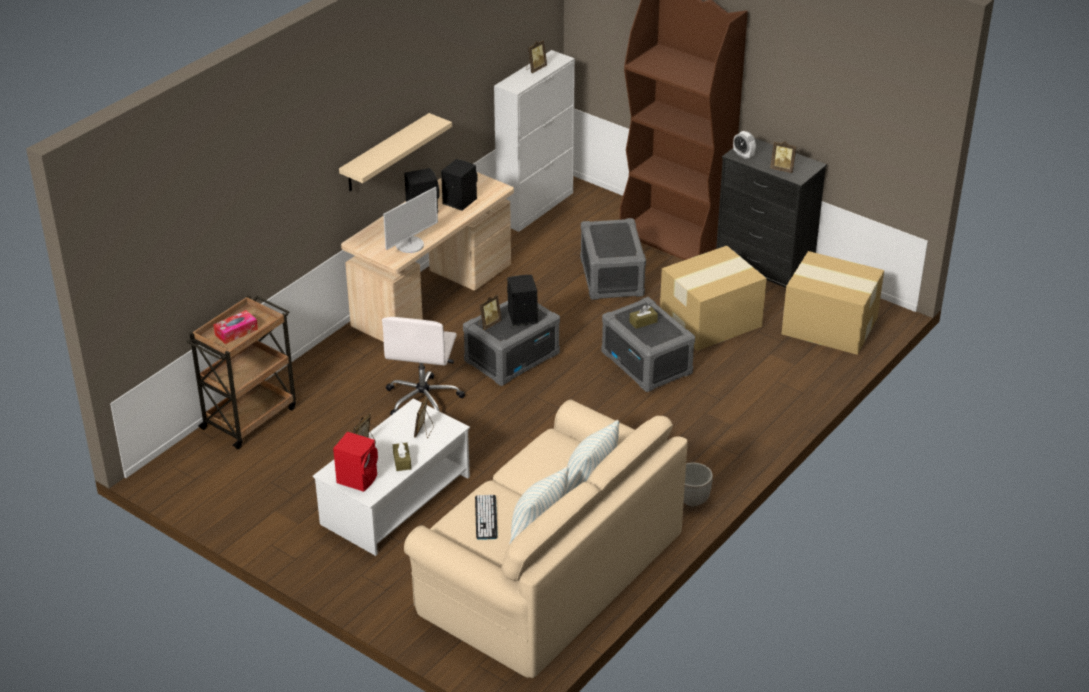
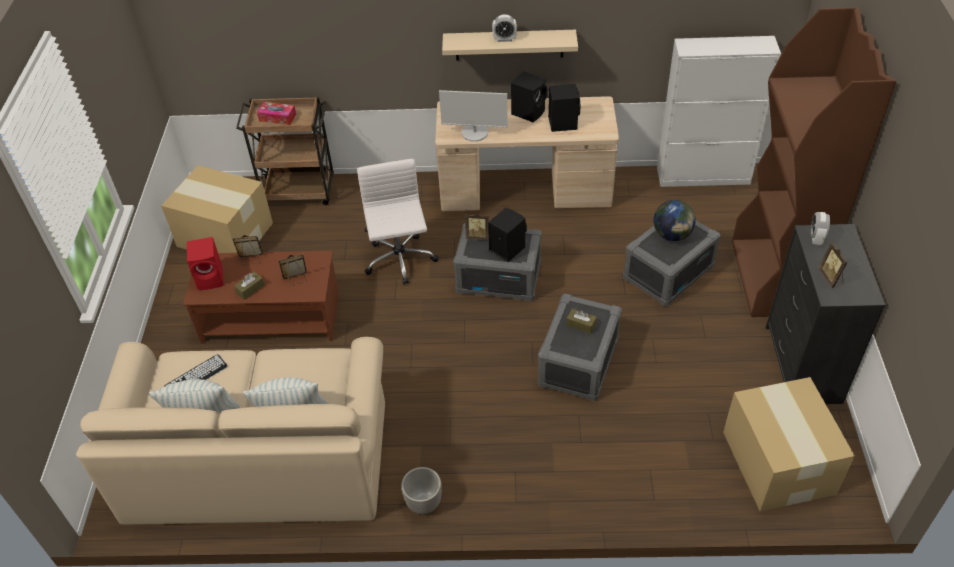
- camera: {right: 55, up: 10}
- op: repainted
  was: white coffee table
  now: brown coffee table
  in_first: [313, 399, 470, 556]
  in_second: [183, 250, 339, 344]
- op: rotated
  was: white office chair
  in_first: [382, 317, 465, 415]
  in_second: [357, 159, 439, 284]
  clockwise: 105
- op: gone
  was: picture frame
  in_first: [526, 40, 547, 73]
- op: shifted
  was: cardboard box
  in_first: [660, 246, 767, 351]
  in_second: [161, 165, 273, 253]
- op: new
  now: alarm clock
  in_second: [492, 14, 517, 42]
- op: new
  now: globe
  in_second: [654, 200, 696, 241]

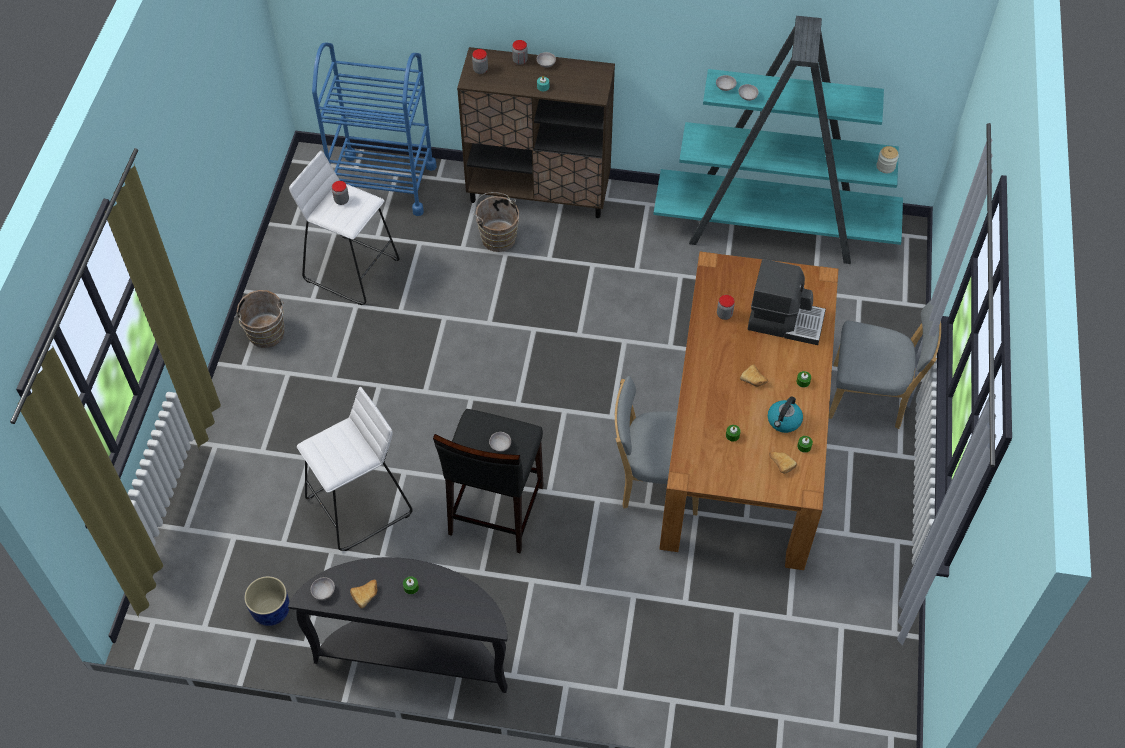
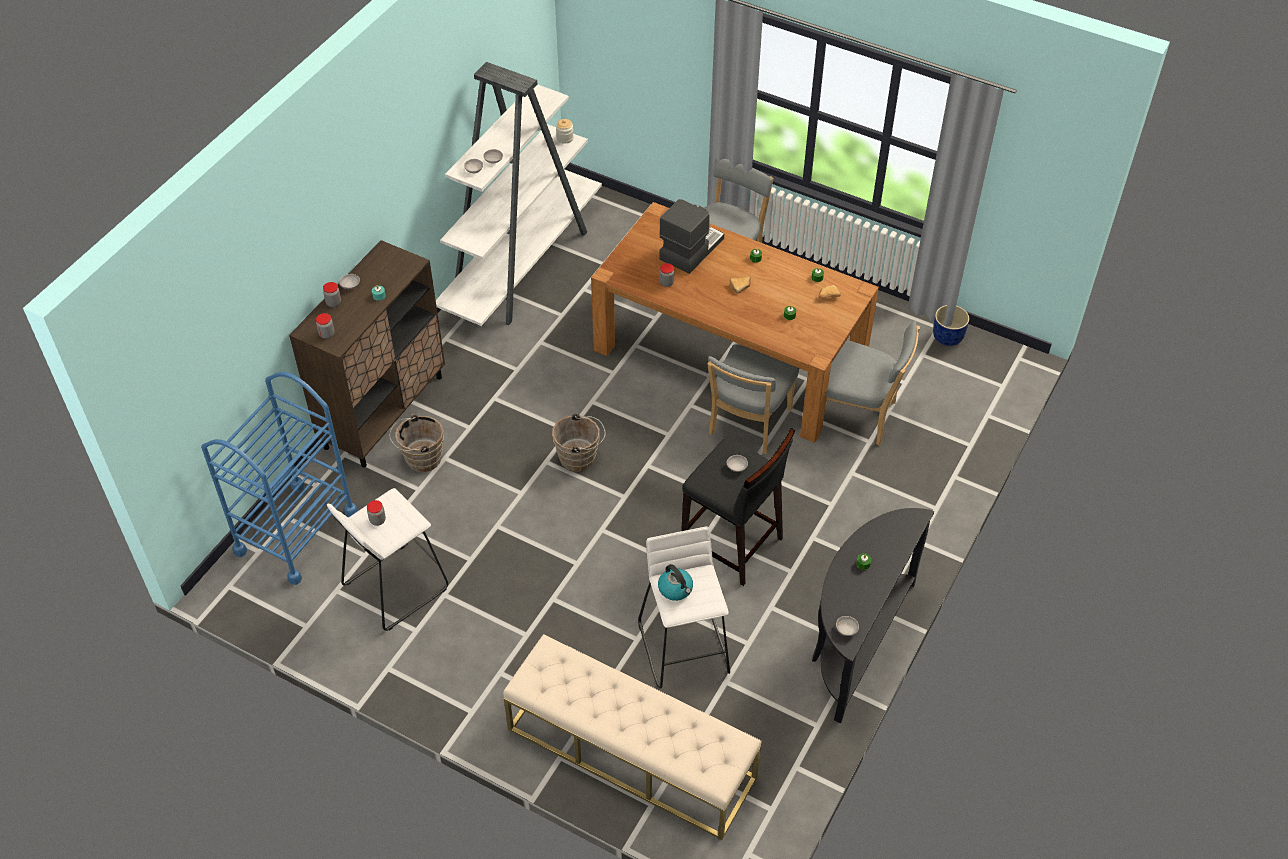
- camera: {right: -70, up: -5}
- op: shifted
  was: brown bucket
  in_first: [234, 290, 284, 348]
  in_second: [552, 413, 606, 472]
- op: shifted
  was: blue planter
  in_first: [244, 576, 289, 626]
  in_second: [933, 305, 969, 346]
- op: gone
  was: bread
  in_first: [350, 580, 377, 608]
- op: repainted
  was: turquoise bookcase
  now: white bookcase
  in_first: [653, 16, 903, 264]
  in_second: [436, 62, 602, 326]
- op: shifted
  was: kettle
  in_first: [768, 396, 803, 433]
  in_second: [658, 564, 693, 601]
- op: new
  now: beige bench
  in_second: [503, 634, 761, 840]
- op: new
  now: grey chair
  in_second: [825, 321, 920, 446]

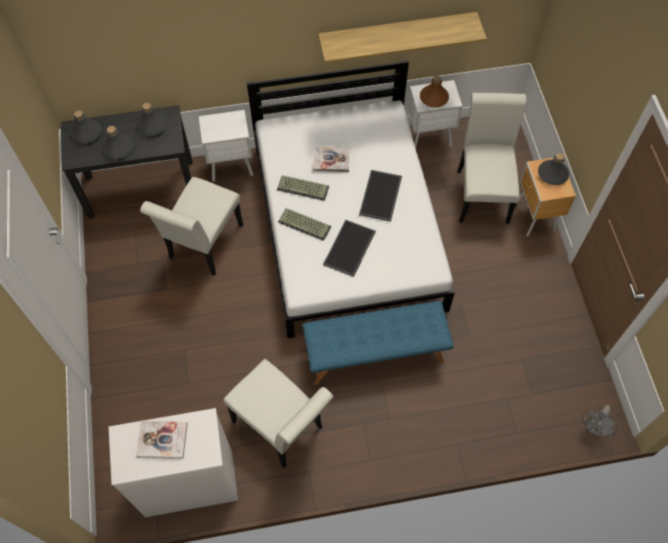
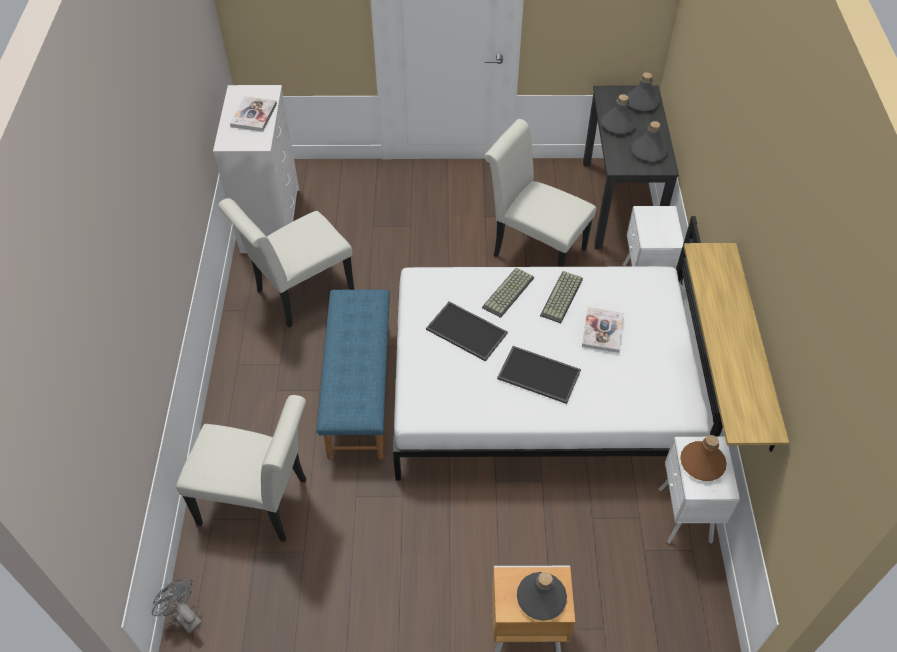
- camera: {right: 100, up: -10}
- op: shifted
  was: white chair
  in_first: [457, 93, 526, 224]
  in_second: [176, 395, 306, 542]

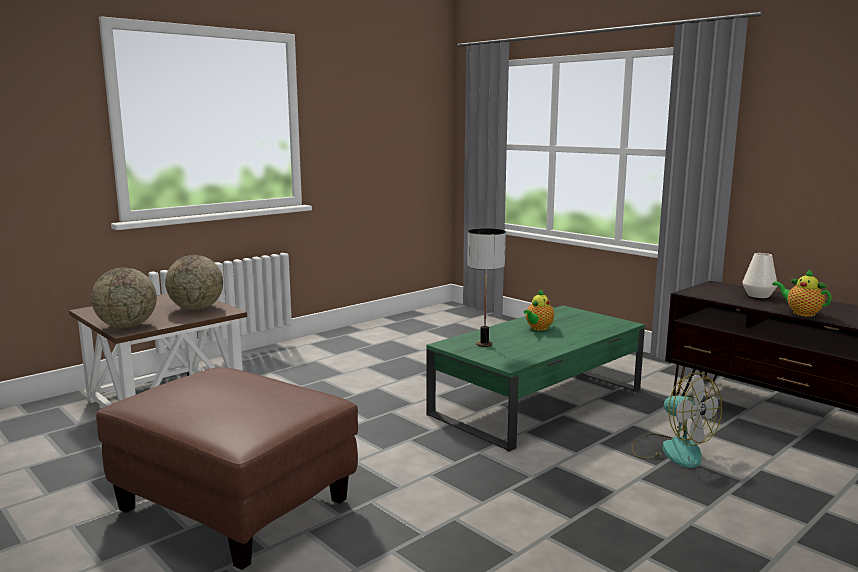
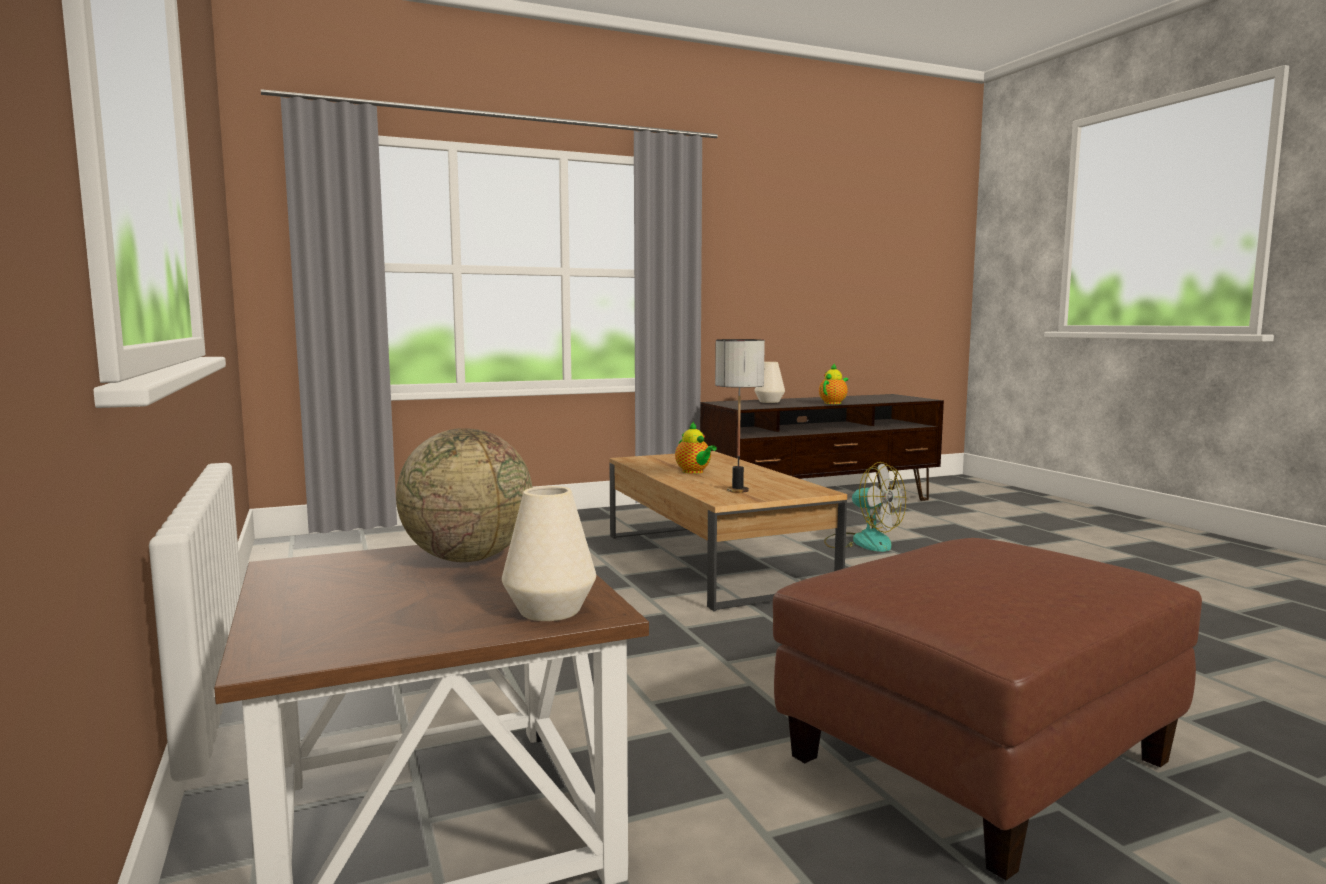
- camera: {right: -70, up: -5}
- op: swapped
  was: globe
  now: white vase
  in_first: [91, 268, 157, 328]
  in_second: [502, 486, 596, 621]
- op: repainted
  was: green coffee table
  now: brown coffee table
  in_first: [426, 305, 645, 452]
  in_second: [609, 451, 847, 611]
- op: rotated
  was: fan
  in_first: [631, 372, 722, 468]
  in_second: [824, 462, 906, 552]
  clockwise: 60
- op: rotated
  was: teapot
  in_first: [772, 269, 832, 317]
  in_second: [819, 363, 849, 404]
  clockwise: 150

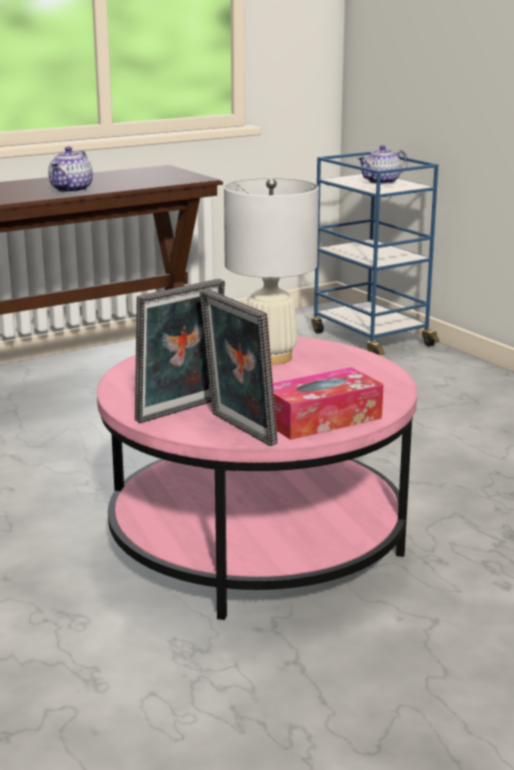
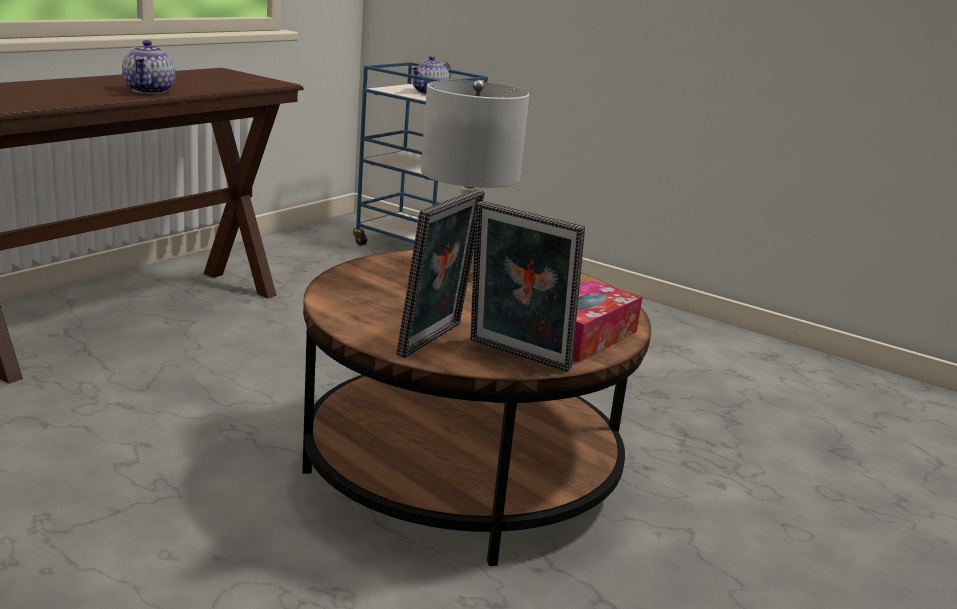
- camera: {right: -25, up: 0}
- op: repainted
  was: pink coffee table
  now: brown coffee table
  in_first: [97, 336, 417, 620]
  in_second: [302, 250, 651, 566]

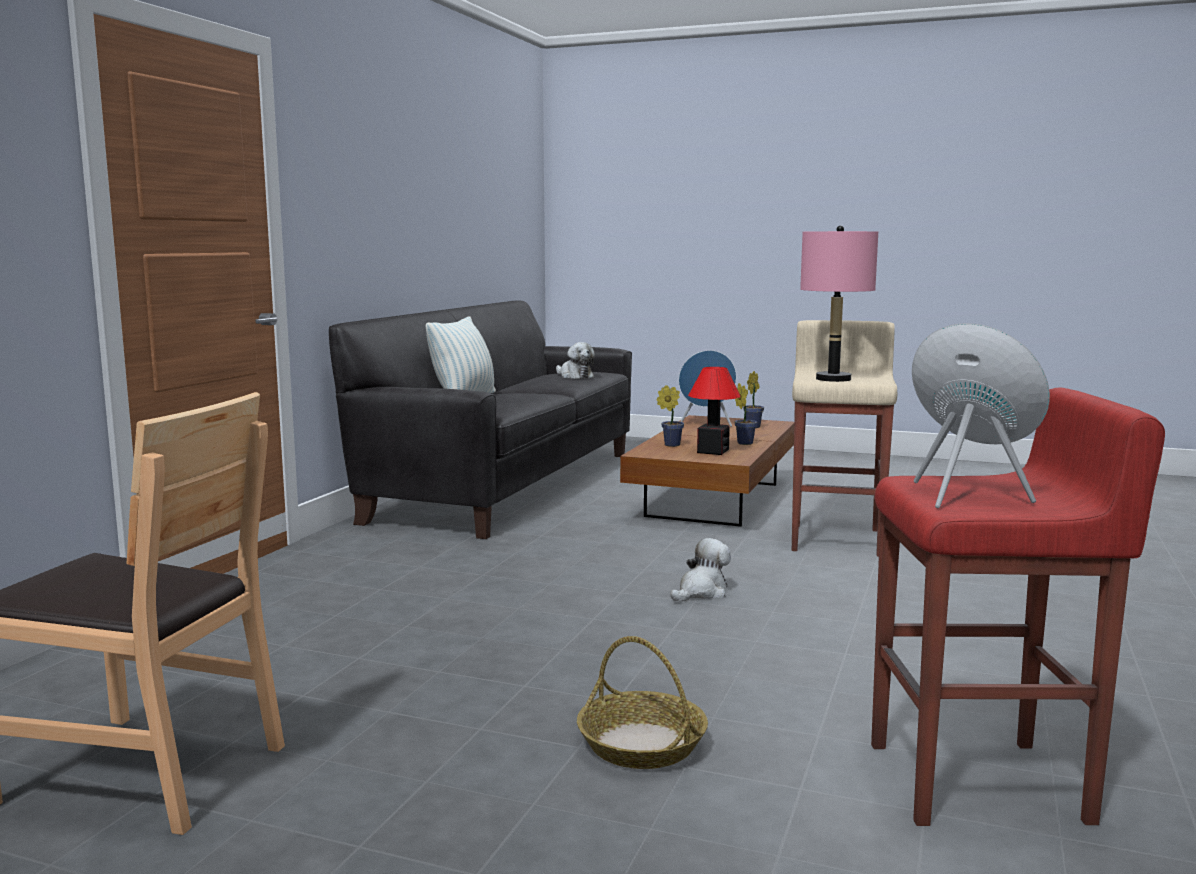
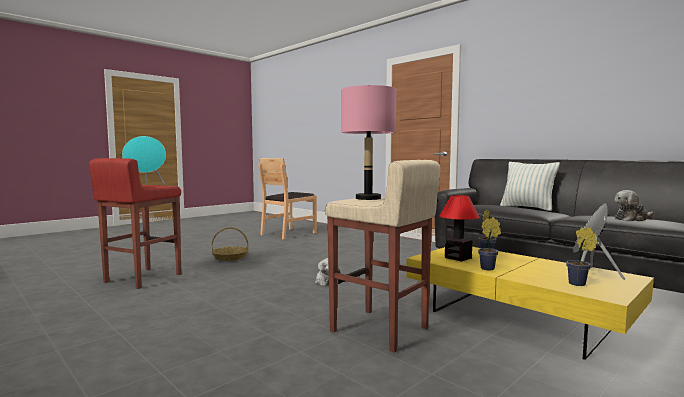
- camera: {right: 115, up: -5}
- op: repainted
  was: brown coffee table
  now: yellow coffee table
  in_first: [620, 415, 794, 527]
  in_second: [406, 247, 654, 360]

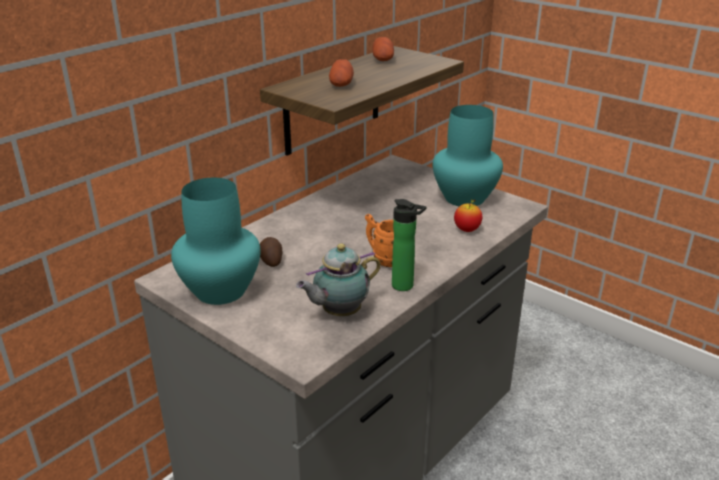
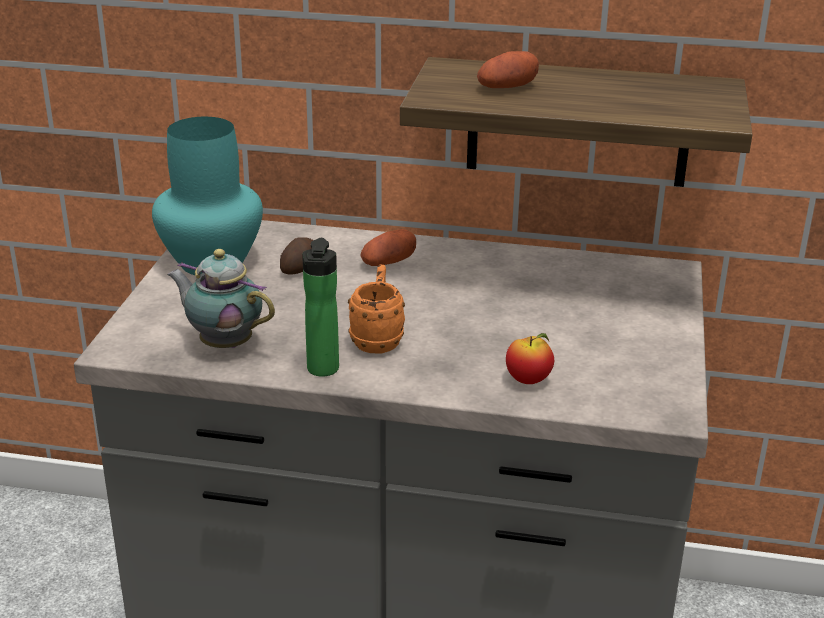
- camera: {right: 60, up: 0}
- op: shifted
  was: potato
  in_first: [373, 37, 394, 61]
  in_second: [360, 229, 416, 266]
- op: gone
  was: turquoise vase
  in_first: [433, 105, 503, 206]

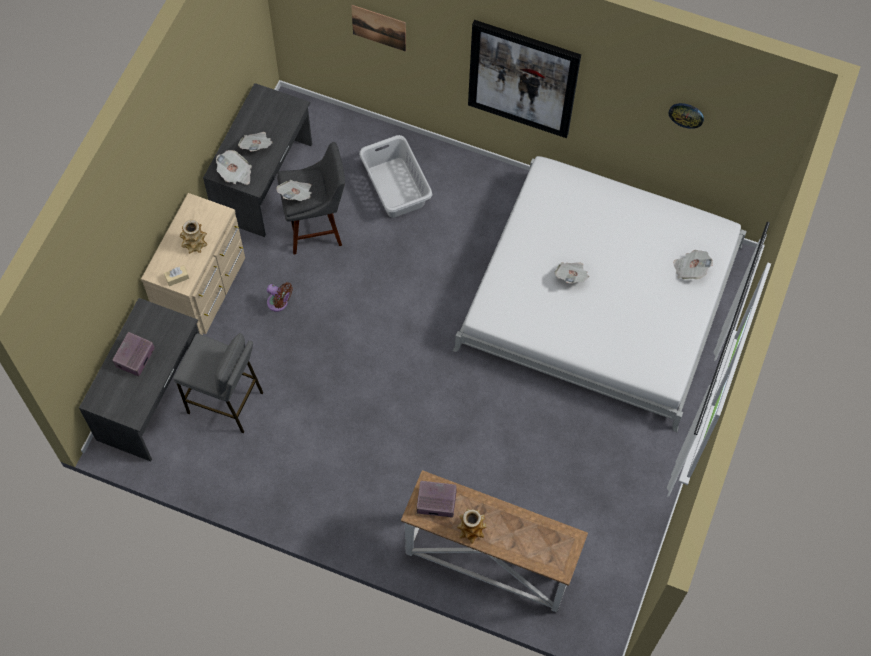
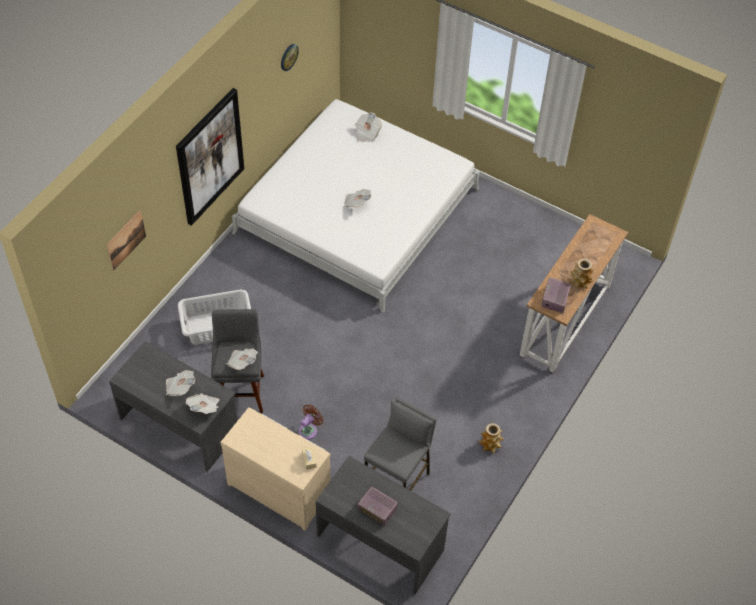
- camera: {right: -80, up: -10}
- op: shifted
  was: vase
  in_first: [180, 220, 207, 254]
  in_second: [479, 423, 504, 453]

